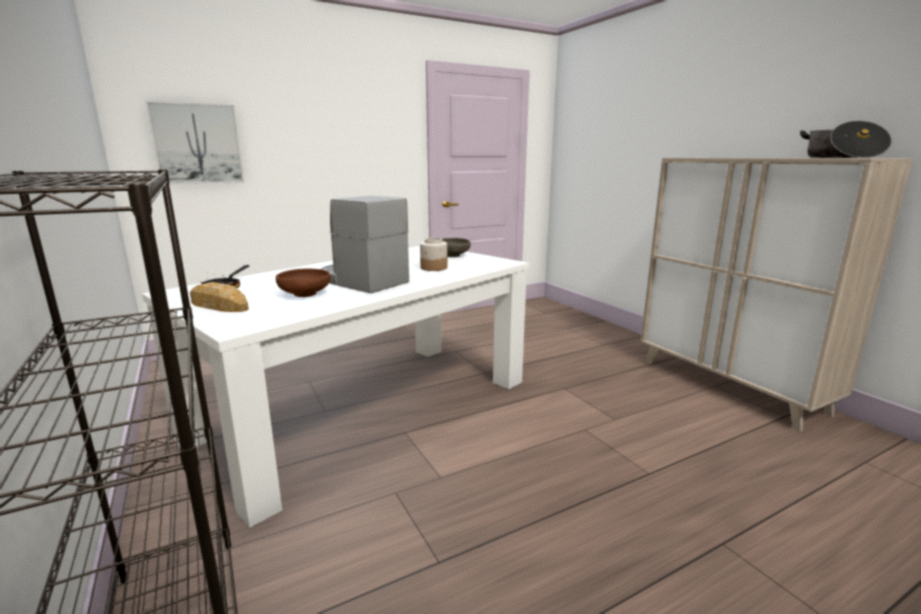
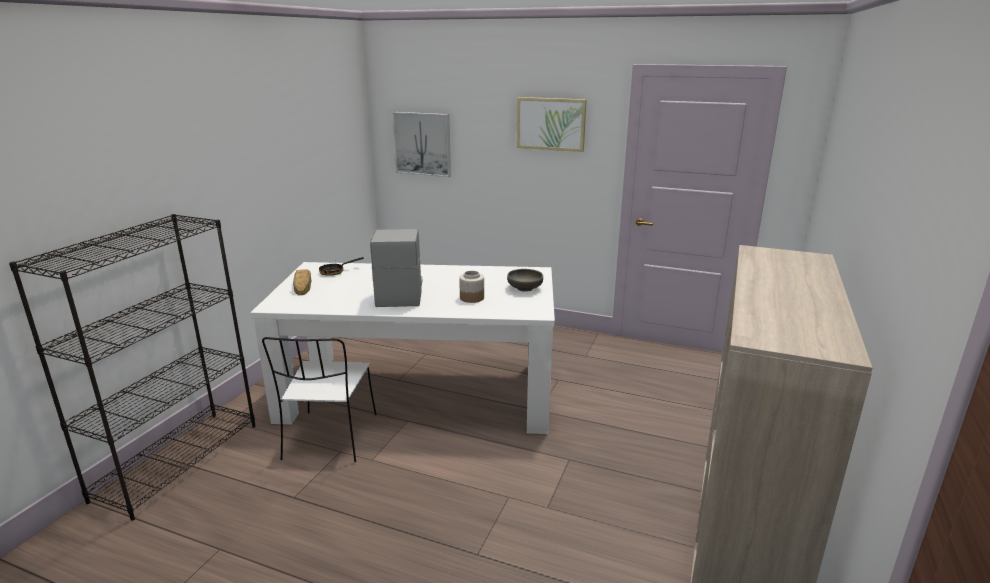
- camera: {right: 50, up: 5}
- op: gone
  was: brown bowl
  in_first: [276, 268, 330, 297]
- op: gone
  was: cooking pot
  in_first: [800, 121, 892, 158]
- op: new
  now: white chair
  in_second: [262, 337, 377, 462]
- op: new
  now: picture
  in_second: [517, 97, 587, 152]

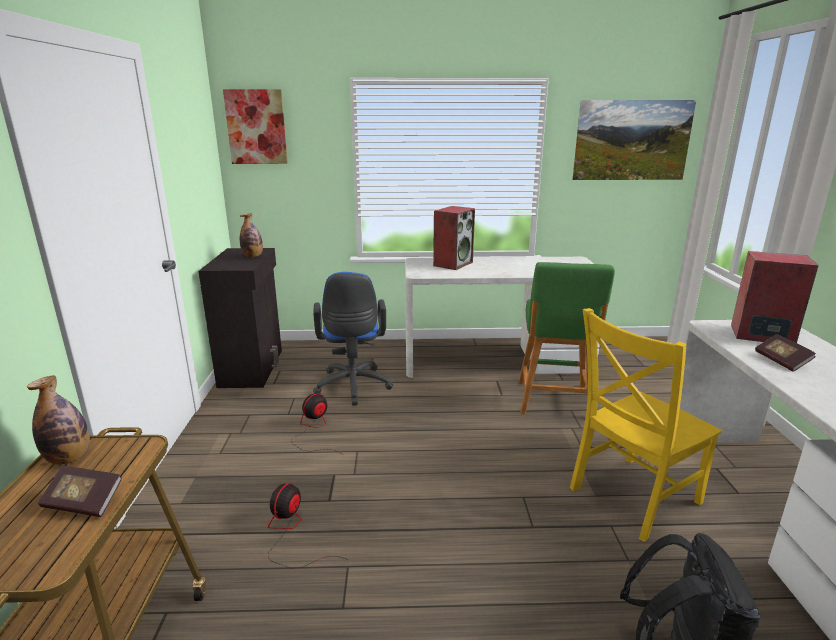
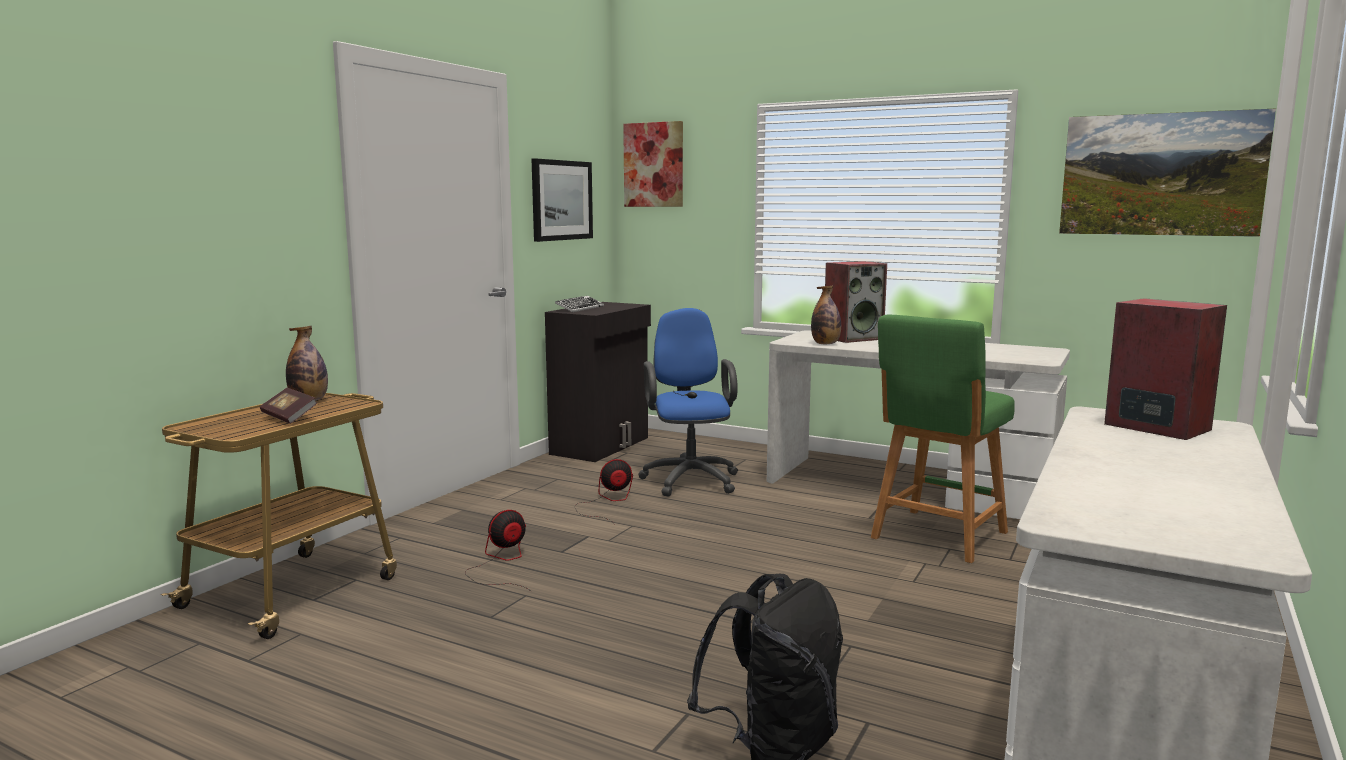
- camera: {right: 30, up: -10}
- op: shifted
  was: bottle
  in_first: [240, 213, 263, 257]
  in_second: [811, 285, 841, 344]
- op: rotated
  was: blue office chair
  in_first: [313, 272, 393, 406]
  in_second: [638, 308, 738, 497]
  clockwise: 150
- op: gone
  was: yellow chair
  in_first: [570, 308, 722, 542]
- op: gone
  was: book
  in_first: [755, 334, 816, 372]
- op: new
  now: picture
  in_second: [532, 158, 593, 242]
- op: new
  now: keyboard
  in_second: [555, 296, 604, 312]

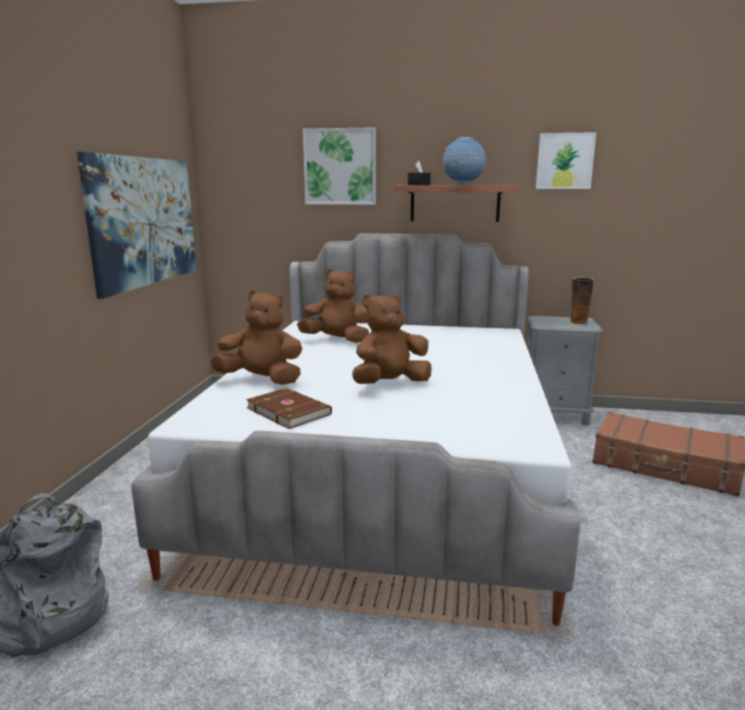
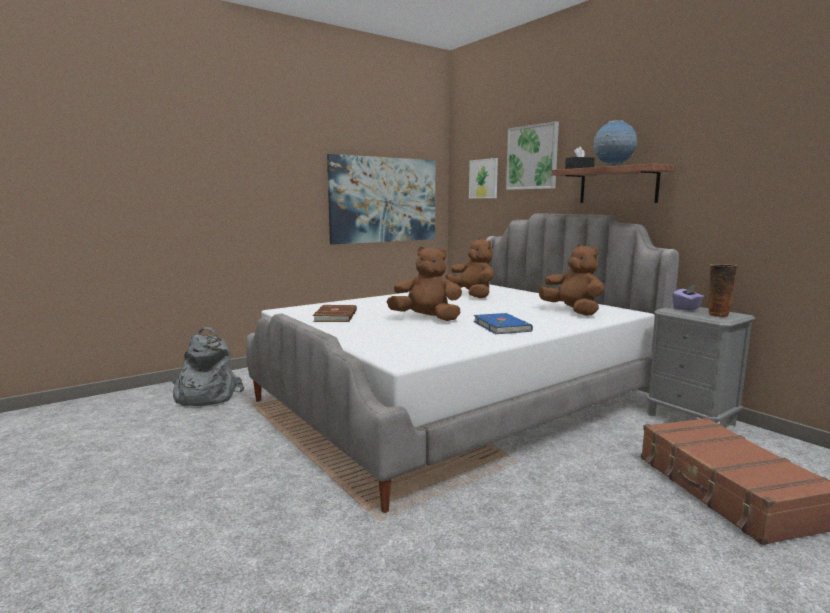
- camera: {right: 45, up: -5}
- op: shifted
  was: brown plush toy
  in_first: [210, 290, 302, 385]
  in_second: [539, 244, 604, 316]
- op: shifted
  was: picture
  in_first: [536, 132, 596, 189]
  in_second: [469, 158, 498, 198]
- op: new
  now: blue book
  in_second: [474, 313, 533, 334]
- op: new
  now: purple tissue box
  in_second: [672, 285, 704, 311]

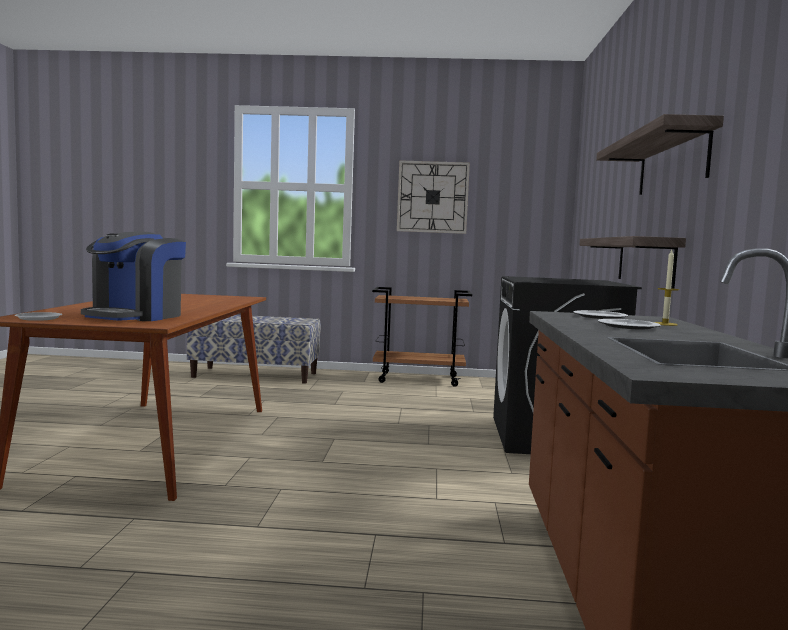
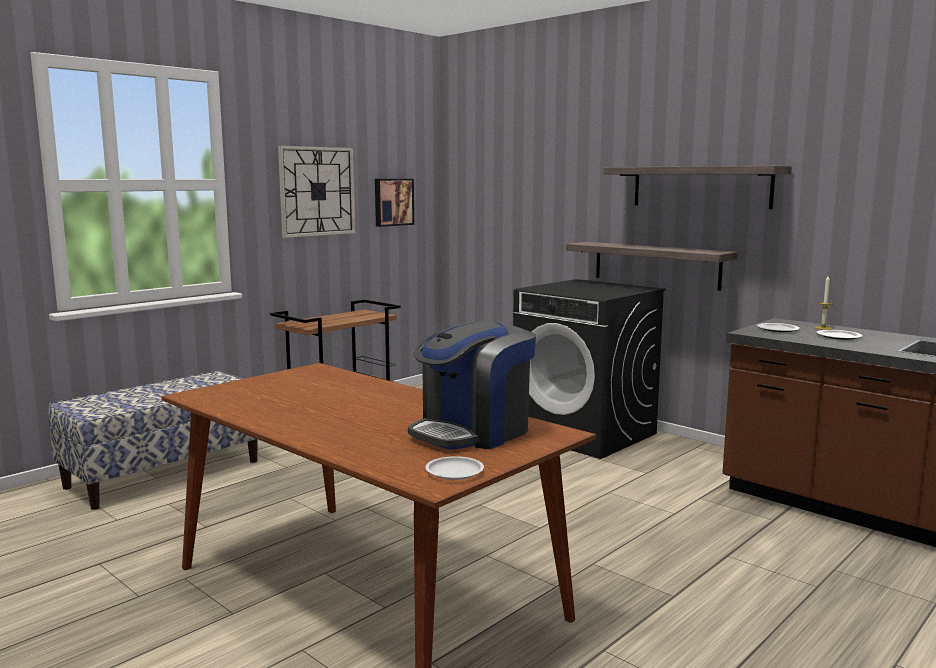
- camera: {right: -50, up: 5}
- op: rotated
  was: coffee machine
  in_first: [81, 232, 186, 321]
  in_second: [408, 321, 536, 450]
  clockwise: 75
- op: new
  now: picture
  in_second: [375, 179, 414, 227]

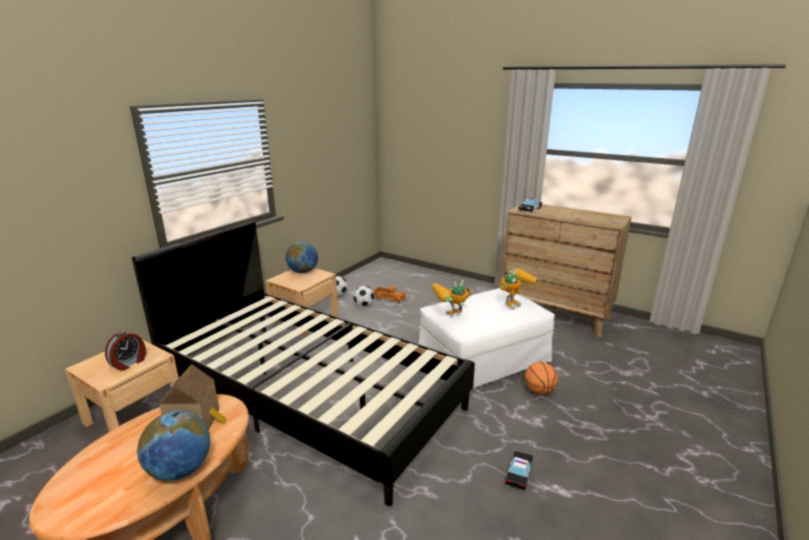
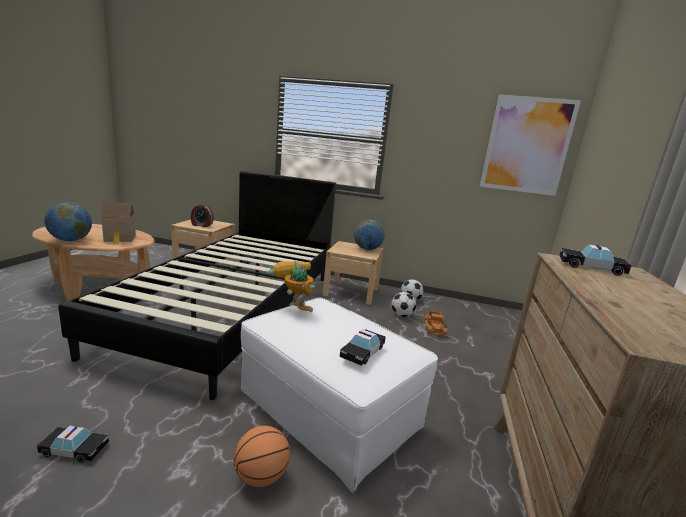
- camera: {right: 70, up: -5}
- op: swapped
  was: toy robot
  now: toy car
  in_first: [499, 269, 539, 310]
  in_second: [340, 329, 386, 366]
- op: new
  now: picture
  in_second: [480, 94, 581, 196]

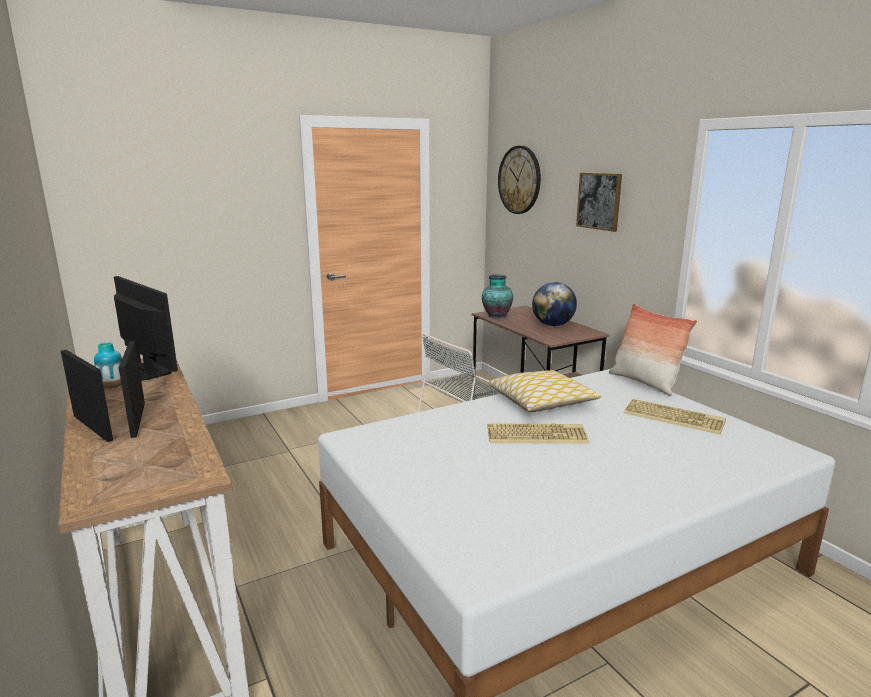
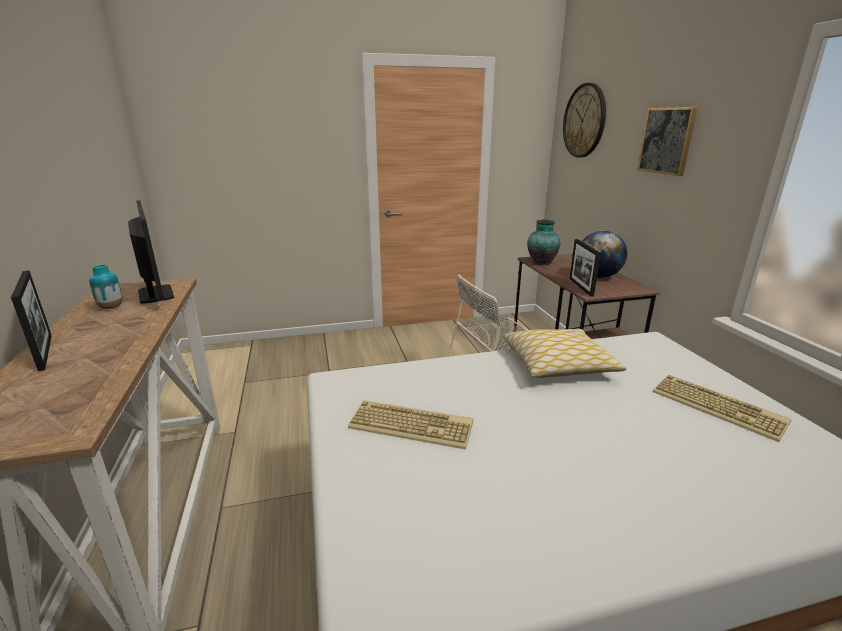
- camera: {right: 15, up: 5}
- op: shifted
  was: picture frame
  in_first: [119, 341, 145, 438]
  in_second: [570, 239, 601, 297]
- op: shifted
  was: keyboard
  in_first: [487, 423, 589, 444]
  in_second: [348, 400, 473, 450]
- op: gone
  was: pillow
  in_first: [609, 303, 697, 395]

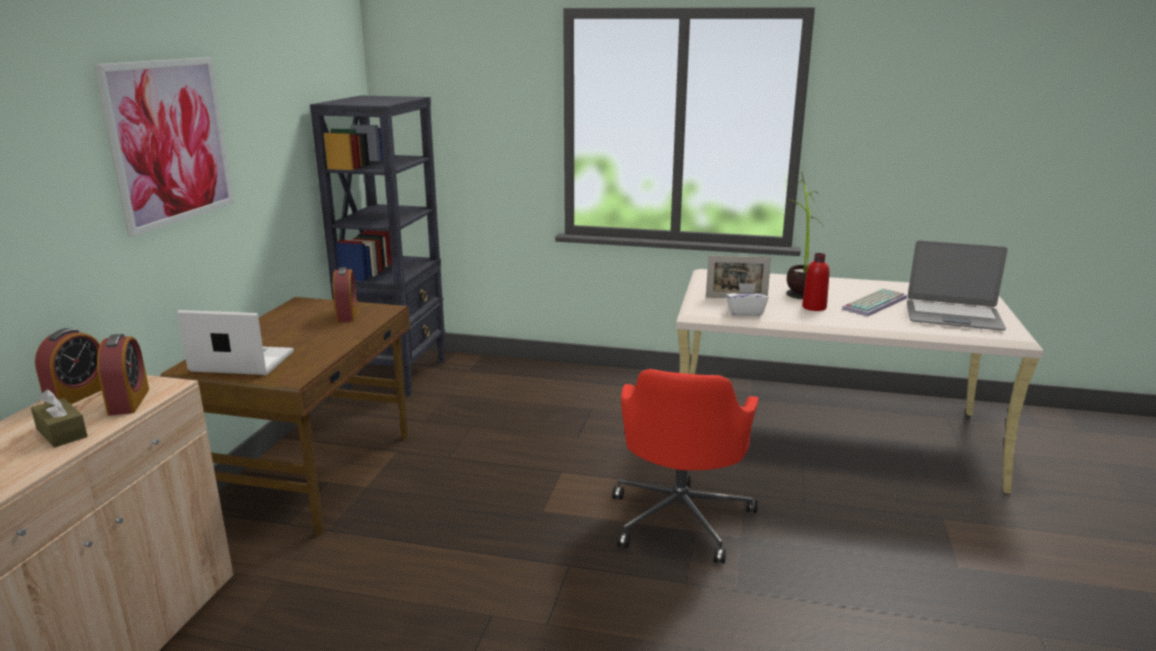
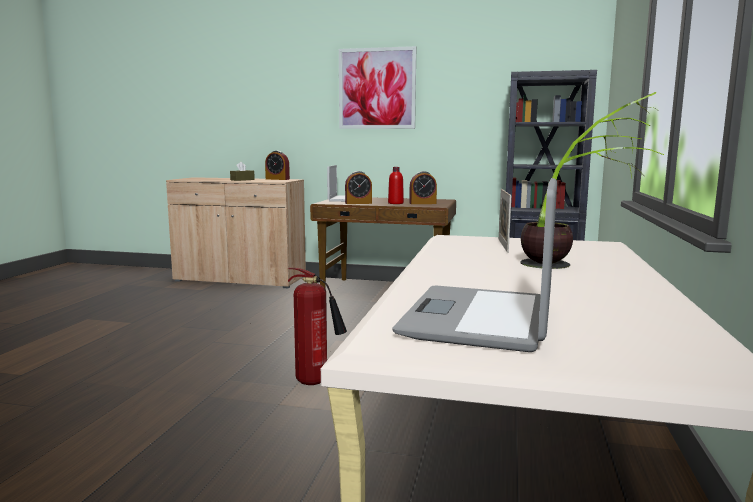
- camera: {right: 90, up: -10}
- op: shifted
  was: alarm clock
  in_first: [97, 334, 149, 416]
  in_second: [345, 171, 372, 204]
- op: swapped
  was: red office chair
  now: fire extinguisher
  in_first: [612, 369, 758, 564]
  in_second: [288, 268, 347, 385]
- op: gone
  was: white tissue box
  in_first: [726, 283, 768, 316]
- op: shifted
  was: red bottle
  in_first: [802, 253, 830, 311]
  in_second: [388, 167, 404, 204]
- op: gone
  was: keyboard
  in_first: [842, 288, 907, 316]

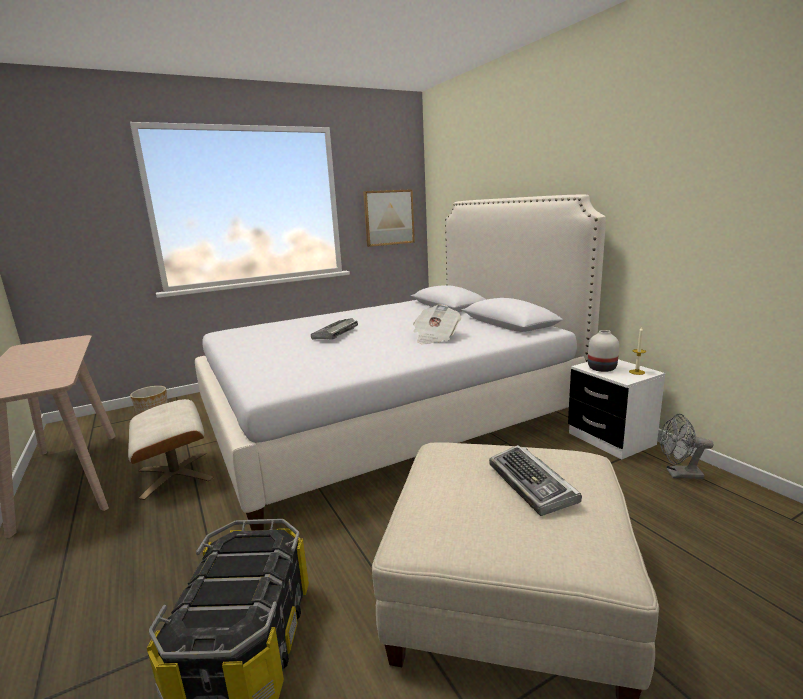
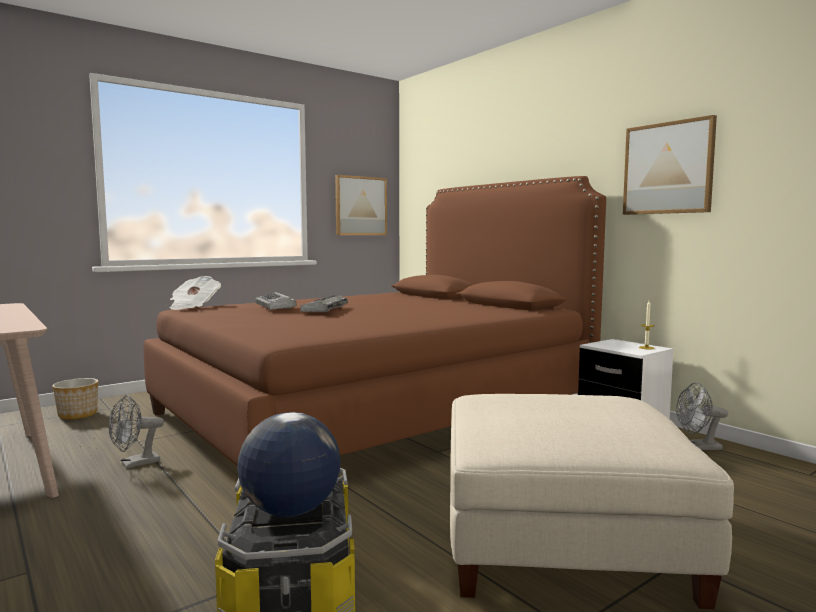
- camera: {right: -10, up: -10}
- op: swapped
  was: beige ottoman
  now: grey fan
  in_first: [128, 399, 214, 500]
  in_second: [109, 395, 164, 469]
- op: repainted
  was: white bed
  now: brown bed
  in_first: [195, 194, 606, 530]
  in_second: [144, 176, 606, 467]
- op: shifted
  was: newspaper
  in_first: [413, 304, 461, 344]
  in_second: [170, 276, 221, 310]
- op: shifted
  was: keyboard
  in_first: [489, 445, 582, 516]
  in_second: [255, 292, 297, 310]
- op: gone
  was: white vase
  in_first: [588, 330, 619, 372]
- op: new
  now: globe
  in_second: [237, 412, 341, 517]
- op: new
  now: picture
  in_second: [623, 115, 717, 215]

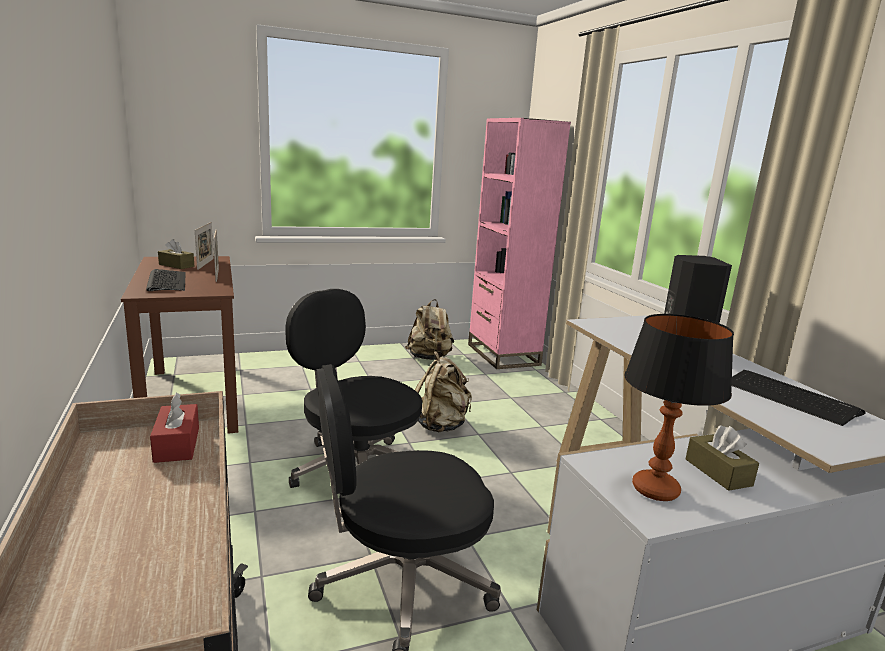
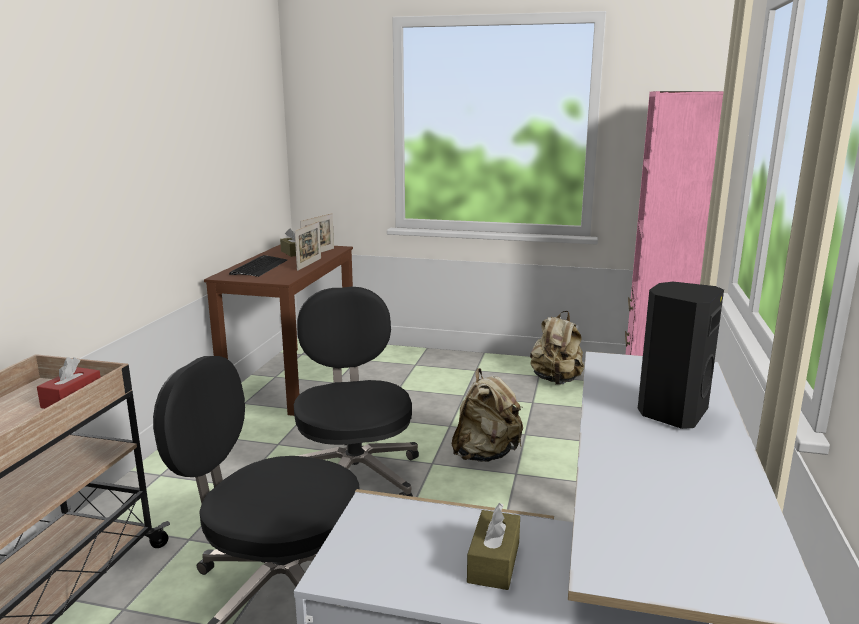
- camera: {right: 35, up: 0}
- op: gone
  was: table lamp
  in_first: [624, 314, 734, 501]
- op: gone
  was: keyboard
  in_first: [732, 370, 866, 426]

